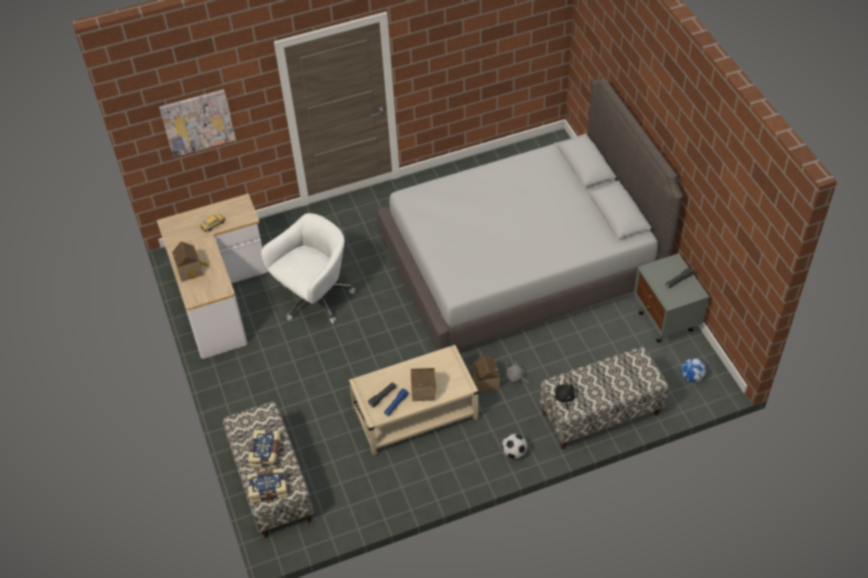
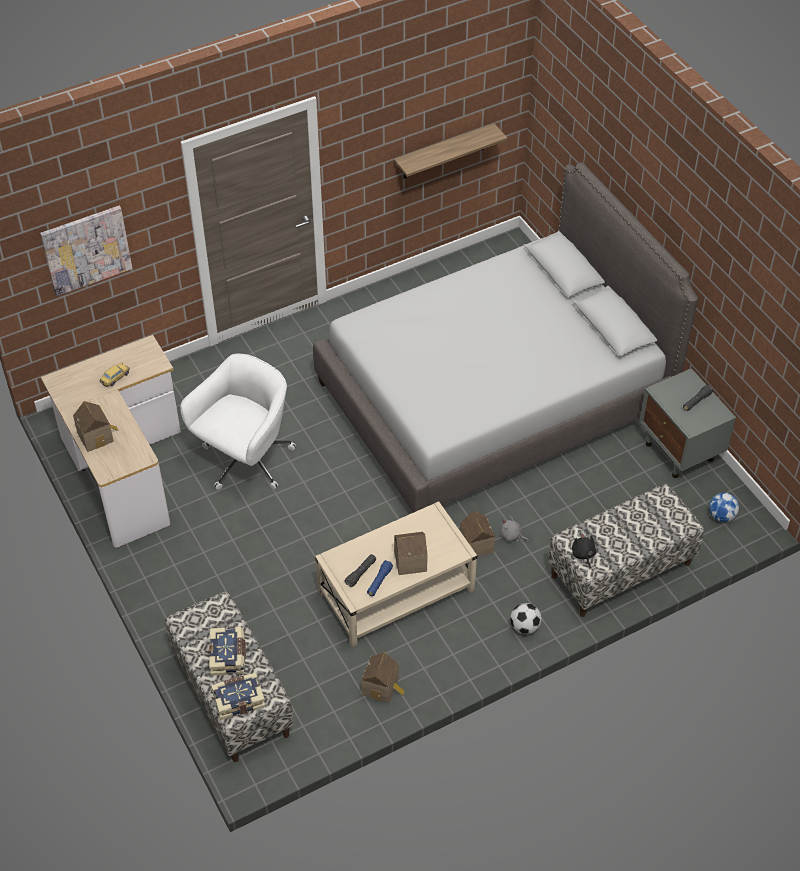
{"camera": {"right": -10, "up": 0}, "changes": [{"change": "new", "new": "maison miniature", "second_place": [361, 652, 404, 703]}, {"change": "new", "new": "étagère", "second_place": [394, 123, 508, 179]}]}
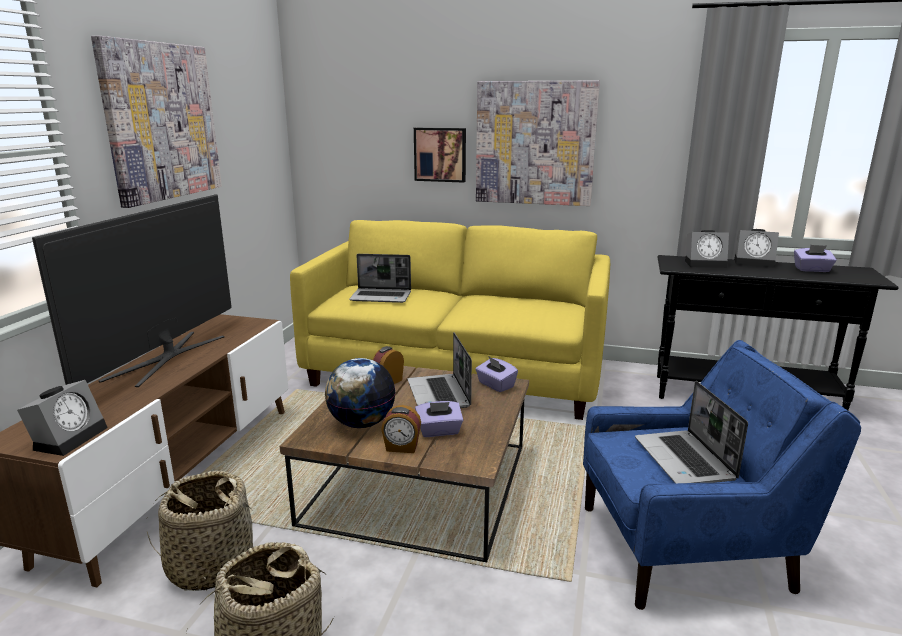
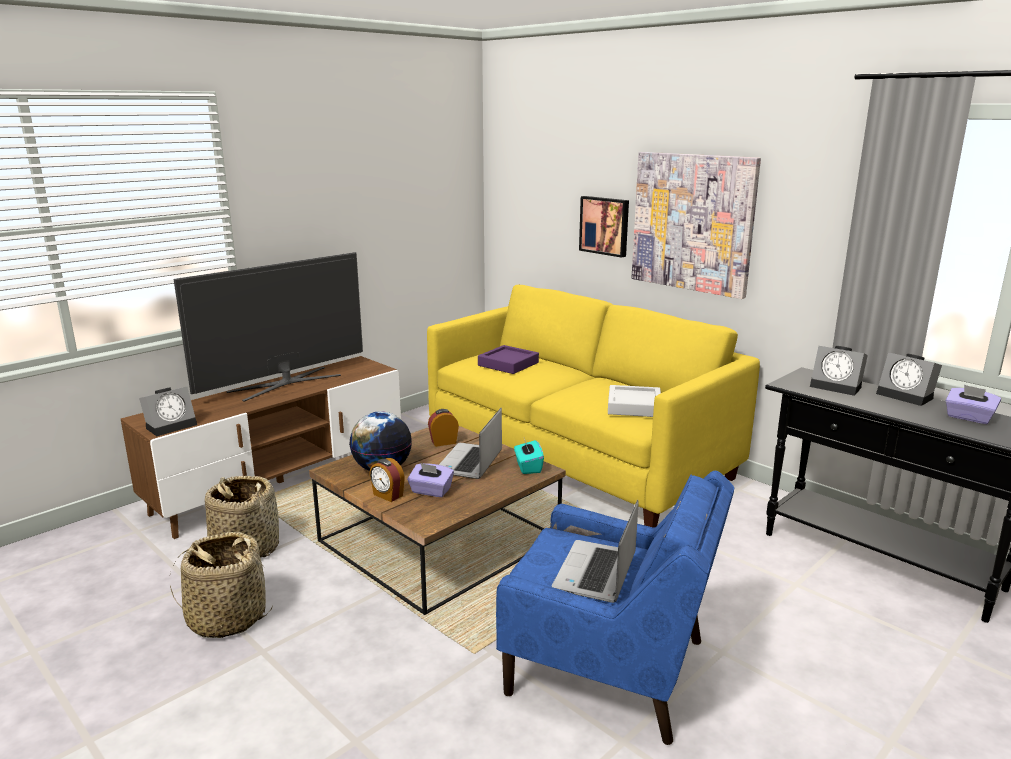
{"camera": {"right": 30, "up": 0}, "changes": [{"change": "gone", "old": "tableau", "first_place": [91, 36, 222, 208]}, {"change": "new", "new": "plateau/gris", "second_place": [608, 385, 661, 417]}, {"change": "swapped", "old": "ordinateur portable", "new": "plateau/violet", "first_place": [349, 254, 411, 303], "second_place": [478, 345, 539, 374]}, {"change": "repainted", "old": "boîte à mouchoirs/violet", "new": "boîte à mouchoirs/turquoise", "first_place": [475, 356, 518, 392], "second_place": [514, 439, 544, 474]}]}
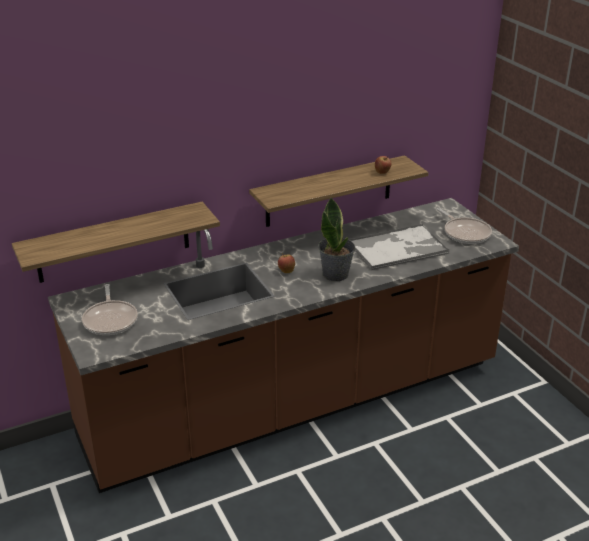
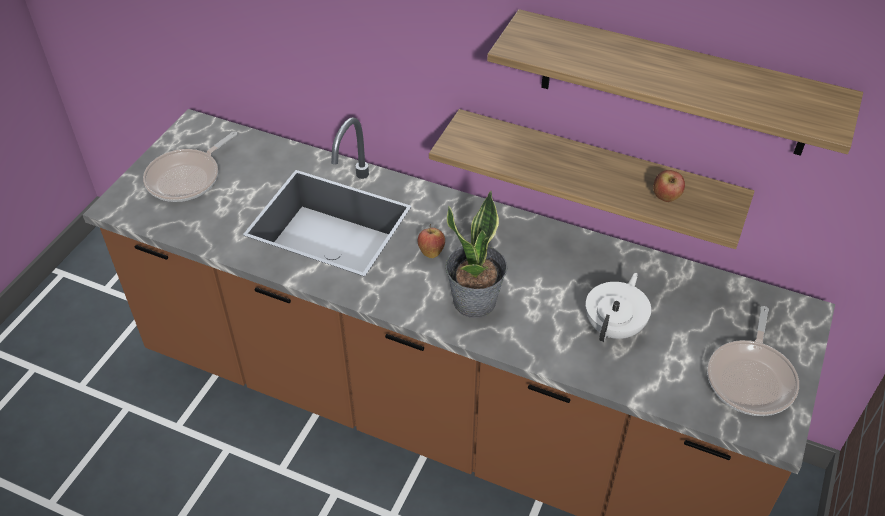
{"camera": {"right": 50, "up": 15}, "changes": [{"change": "shifted", "old": "étagère", "first_place": [12, 202, 220, 283], "second_place": [487, 9, 863, 156]}, {"change": "swapped", "old": "plateau", "new": "théière/blanc", "first_place": [348, 224, 449, 270], "second_place": [586, 273, 651, 342]}]}
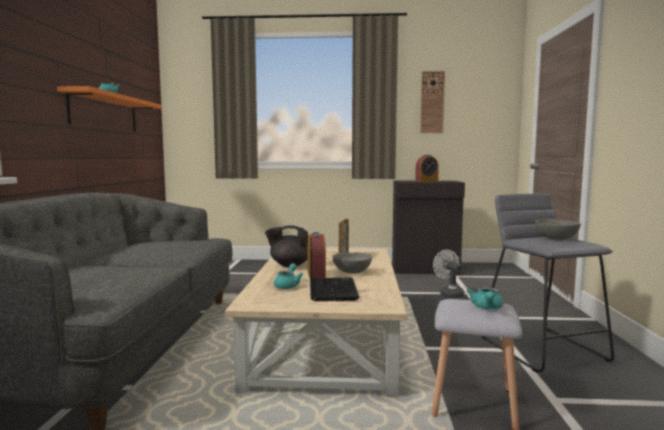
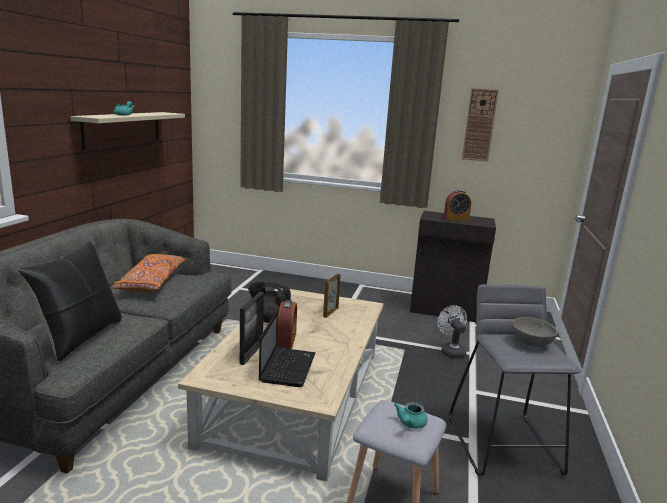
{"camera": {"right": 10, "up": 10}, "changes": [{"change": "gone", "old": "bol/gris", "first_place": [333, 252, 372, 274]}, {"change": "new", "new": "coussin/noir", "second_place": [18, 241, 122, 362]}, {"change": "new", "new": "coussin/orange", "second_place": [112, 254, 186, 292]}, {"change": "swapped", "old": "théière/turquoise", "new": "cadre photo", "first_place": [274, 263, 303, 289], "second_place": [240, 292, 264, 365]}, {"change": "repainted", "old": "étagère/orange", "new": "étagère/beige", "first_place": [57, 86, 162, 131], "second_place": [71, 112, 185, 150]}]}
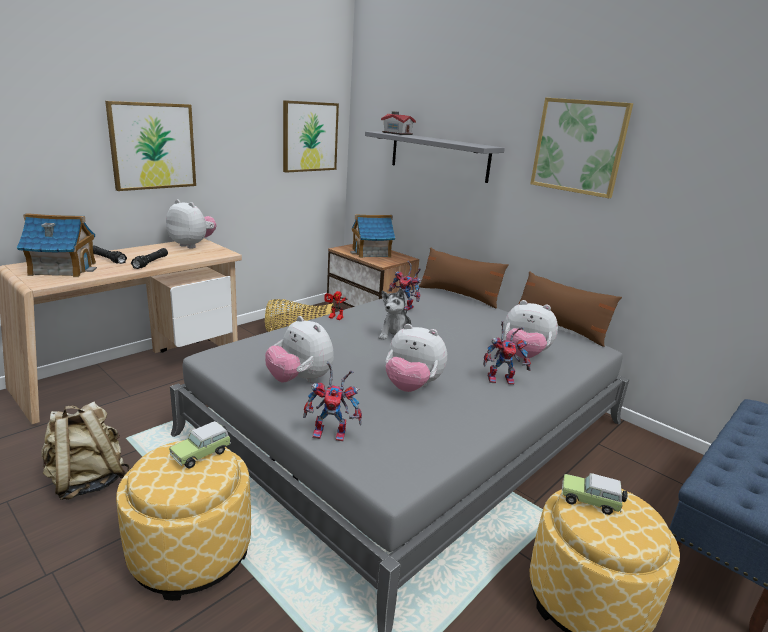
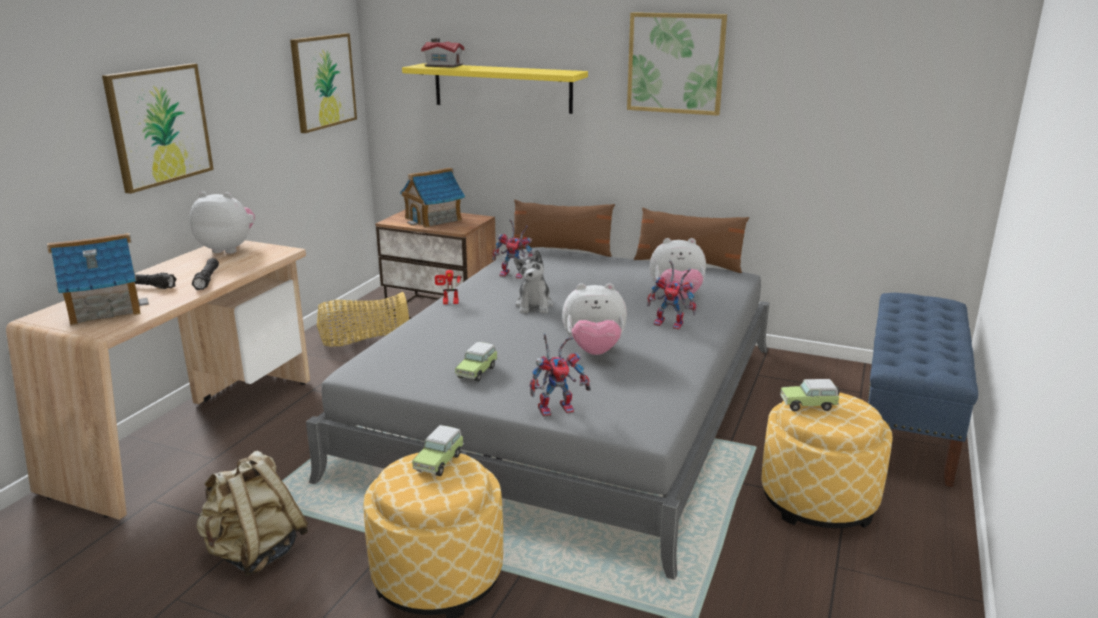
{"camera": {"right": -20, "up": 0}, "changes": [{"change": "swapped", "old": "peluche", "new": "petite voiture", "first_place": [265, 316, 334, 383], "second_place": [455, 342, 498, 382]}, {"change": "repainted", "old": "étagère/gris", "new": "étagère/jaune", "first_place": [365, 131, 505, 183], "second_place": [402, 63, 588, 114]}, {"change": "rotated", "old": "robot jouet", "first_place": [483, 321, 531, 385], "second_place": [647, 260, 697, 330], "degrees": 45}]}
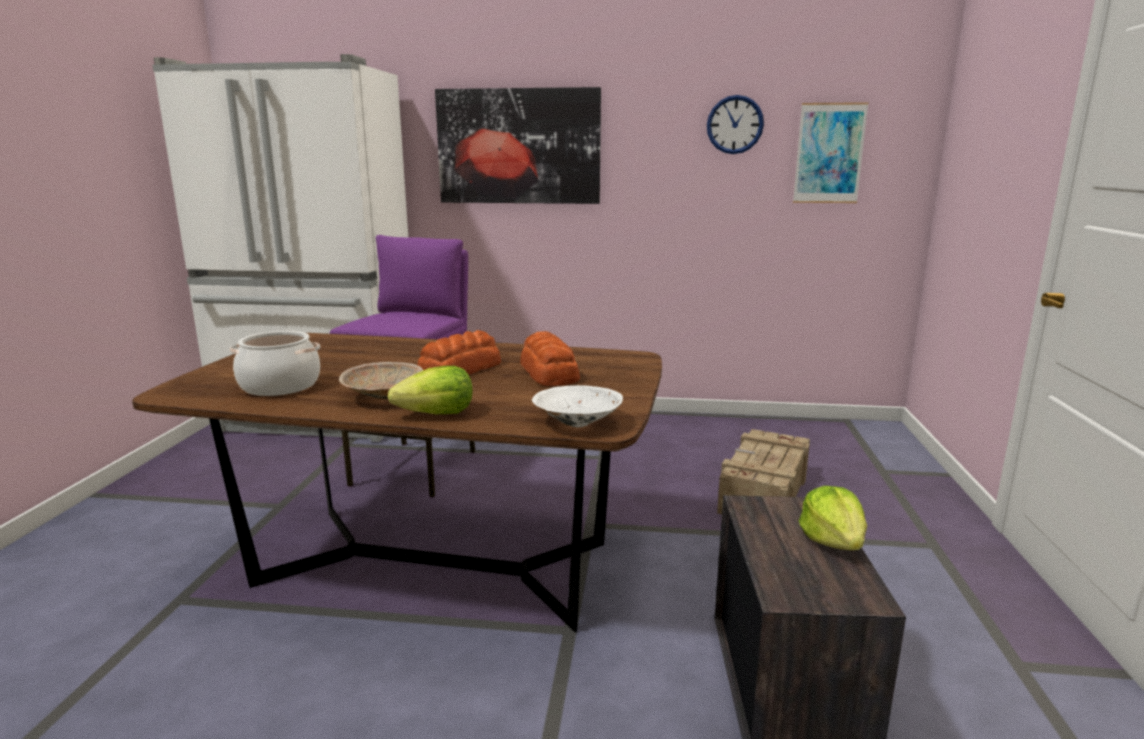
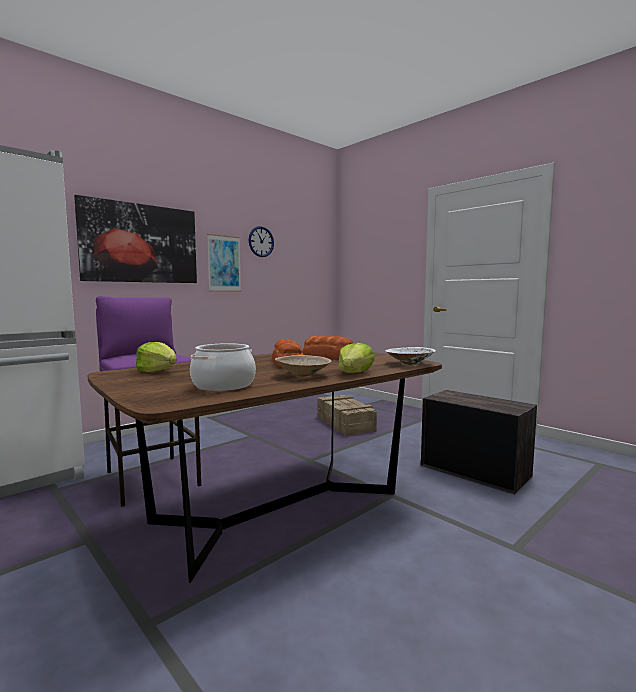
{"camera": {"right": -50, "up": -10}, "changes": [{"change": "shifted", "old": "tableau", "first_place": [793, 102, 869, 203], "second_place": [207, 234, 241, 292]}, {"change": "shifted", "old": "laitue", "first_place": [799, 486, 867, 550], "second_place": [136, 342, 177, 373]}]}
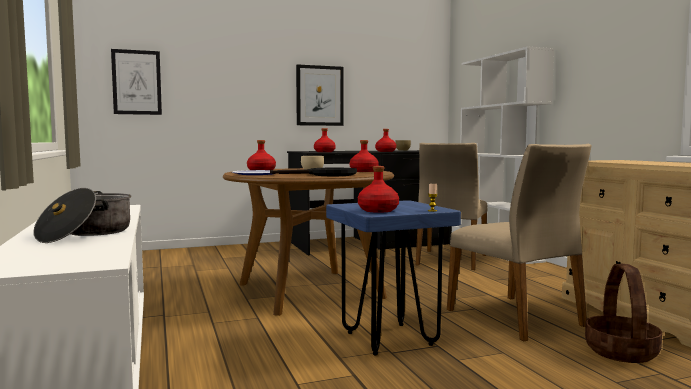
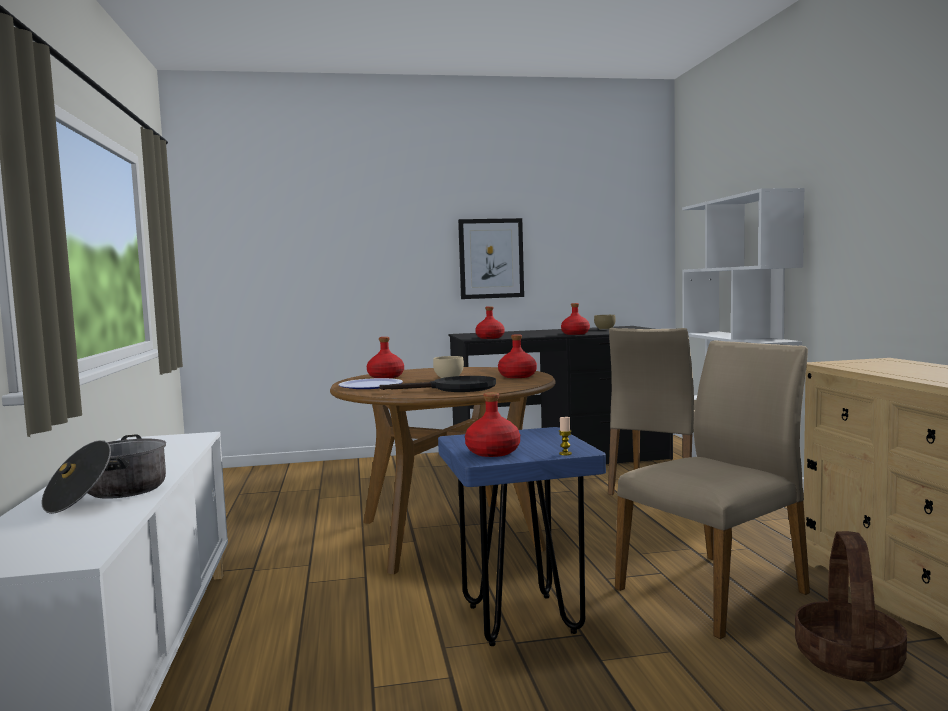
{"camera": {"right": 10, "up": 0}, "changes": [{"change": "gone", "old": "tableau", "first_place": [111, 49, 162, 115]}, {"change": "rotated", "old": "chaise/beige", "first_place": [447, 144, 591, 341], "second_place": [615, 340, 810, 639], "degrees": -105}]}
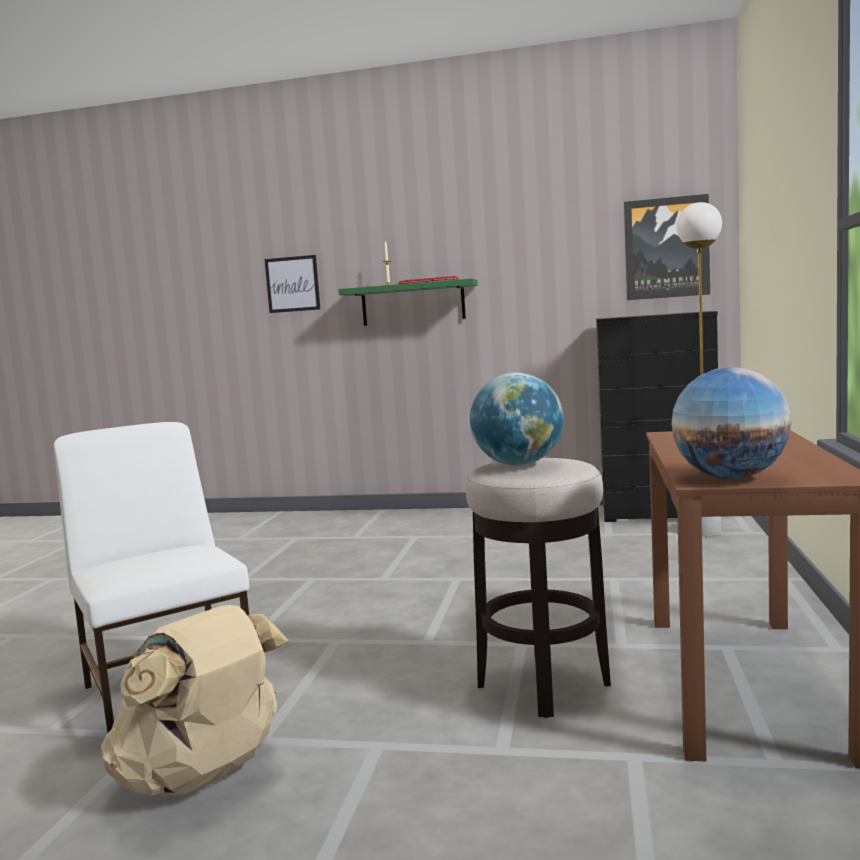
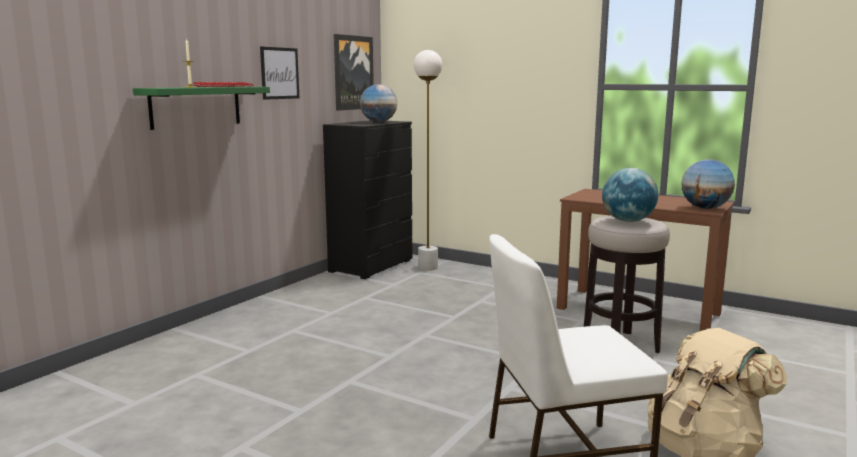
{"camera": {"right": -70, "up": 5}, "changes": [{"change": "new", "new": "globe", "second_place": [360, 84, 397, 122]}, {"change": "shifted", "old": "tableau", "first_place": [265, 255, 320, 313], "second_place": [260, 47, 299, 100]}]}
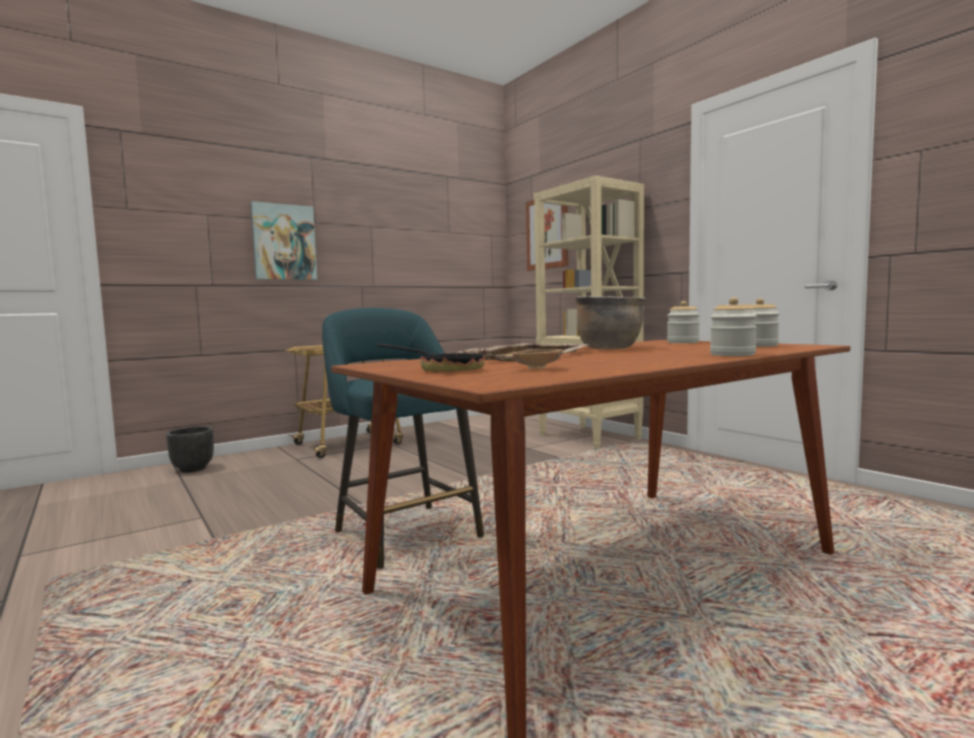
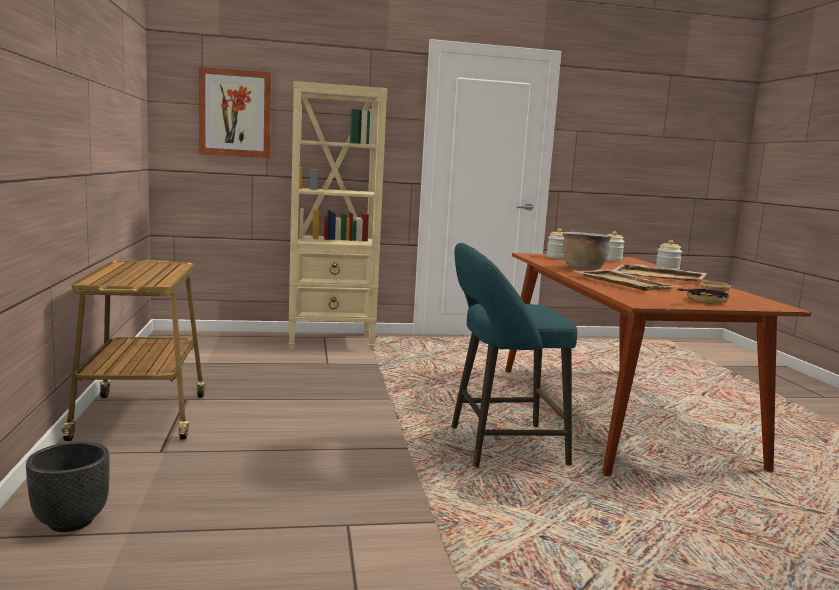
{"camera": {"right": -65, "up": 5}, "changes": [{"change": "gone", "old": "tableau", "first_place": [250, 201, 317, 280]}, {"change": "new", "new": "plateau/beige", "second_place": [613, 263, 707, 282]}]}
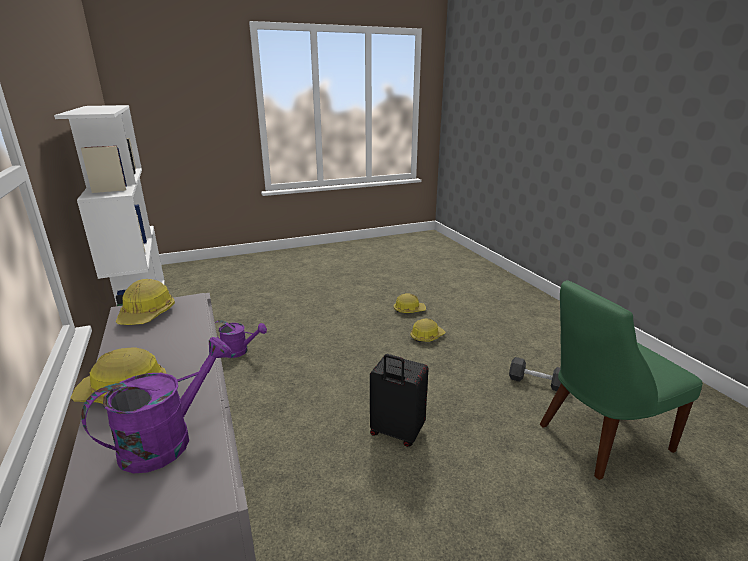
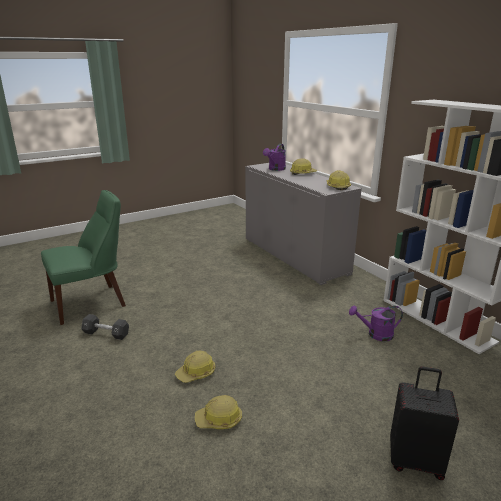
{"camera": {"right": 170, "up": 0}, "changes": [{"change": "shifted", "old": "valise/noir", "first_place": [370, 354, 429, 447], "second_place": [390, 366, 459, 480]}]}
